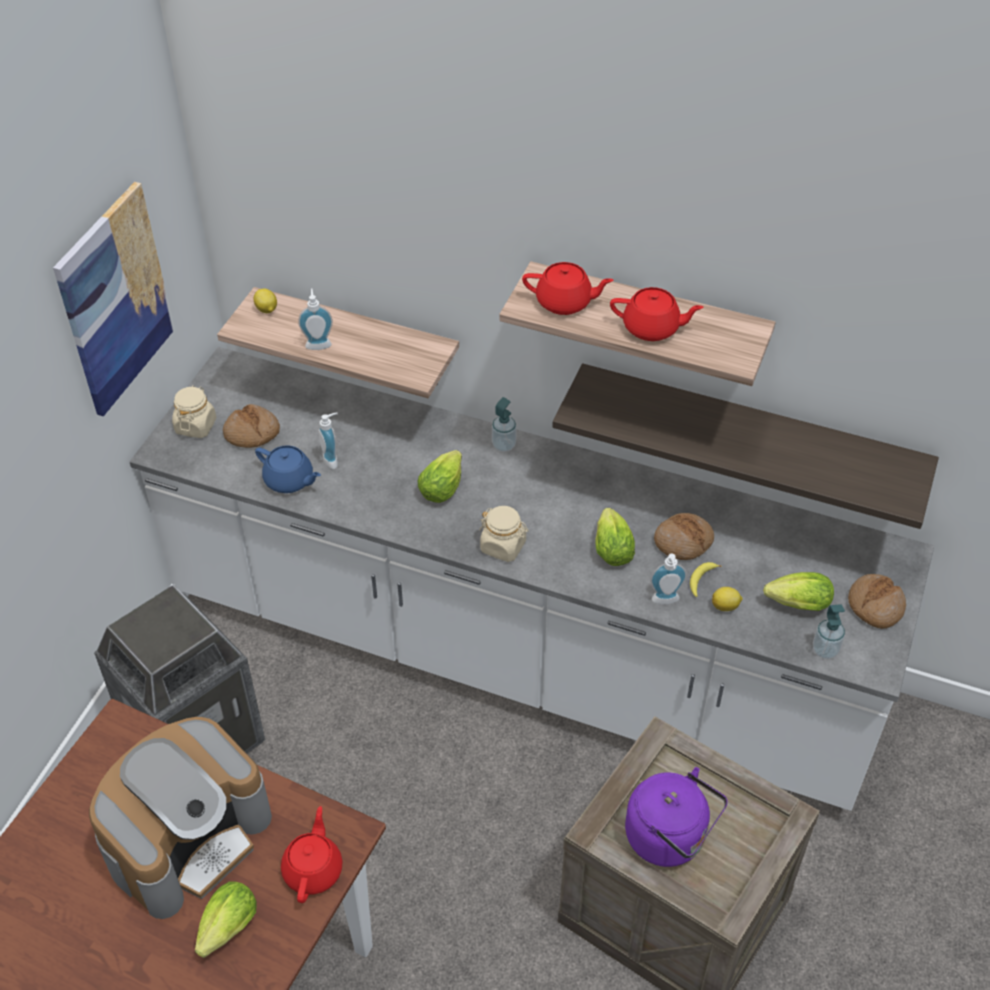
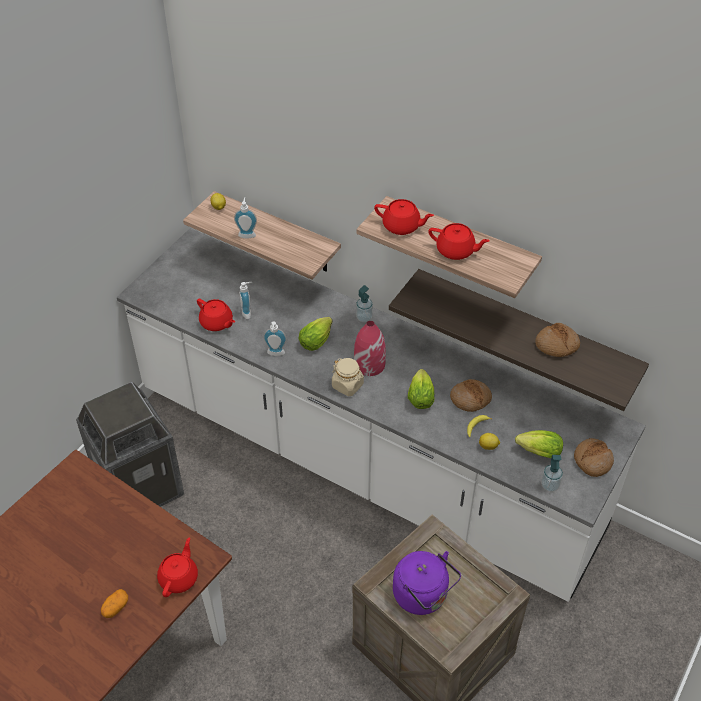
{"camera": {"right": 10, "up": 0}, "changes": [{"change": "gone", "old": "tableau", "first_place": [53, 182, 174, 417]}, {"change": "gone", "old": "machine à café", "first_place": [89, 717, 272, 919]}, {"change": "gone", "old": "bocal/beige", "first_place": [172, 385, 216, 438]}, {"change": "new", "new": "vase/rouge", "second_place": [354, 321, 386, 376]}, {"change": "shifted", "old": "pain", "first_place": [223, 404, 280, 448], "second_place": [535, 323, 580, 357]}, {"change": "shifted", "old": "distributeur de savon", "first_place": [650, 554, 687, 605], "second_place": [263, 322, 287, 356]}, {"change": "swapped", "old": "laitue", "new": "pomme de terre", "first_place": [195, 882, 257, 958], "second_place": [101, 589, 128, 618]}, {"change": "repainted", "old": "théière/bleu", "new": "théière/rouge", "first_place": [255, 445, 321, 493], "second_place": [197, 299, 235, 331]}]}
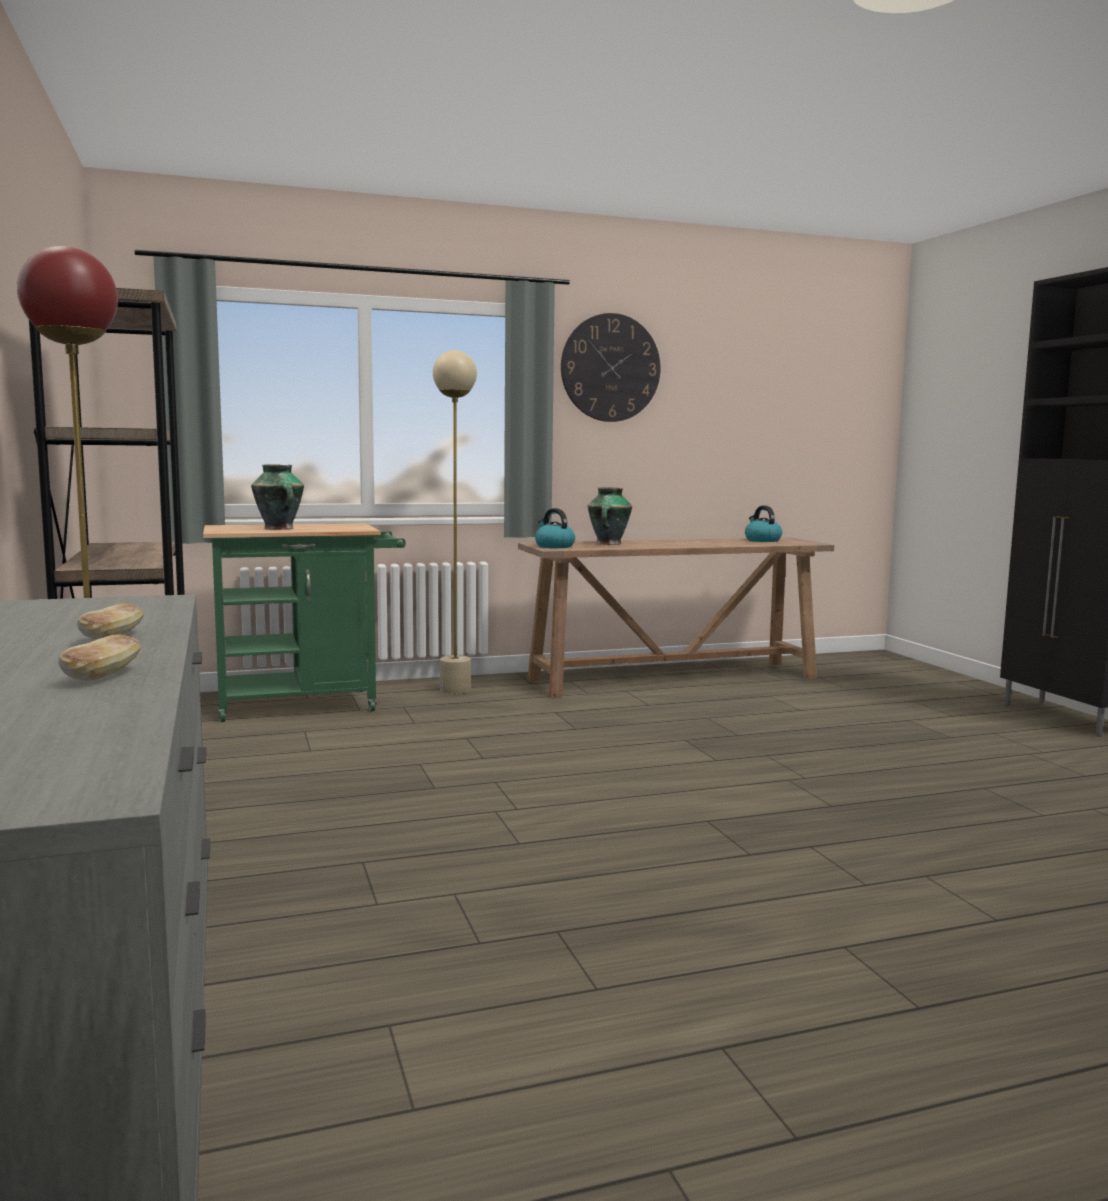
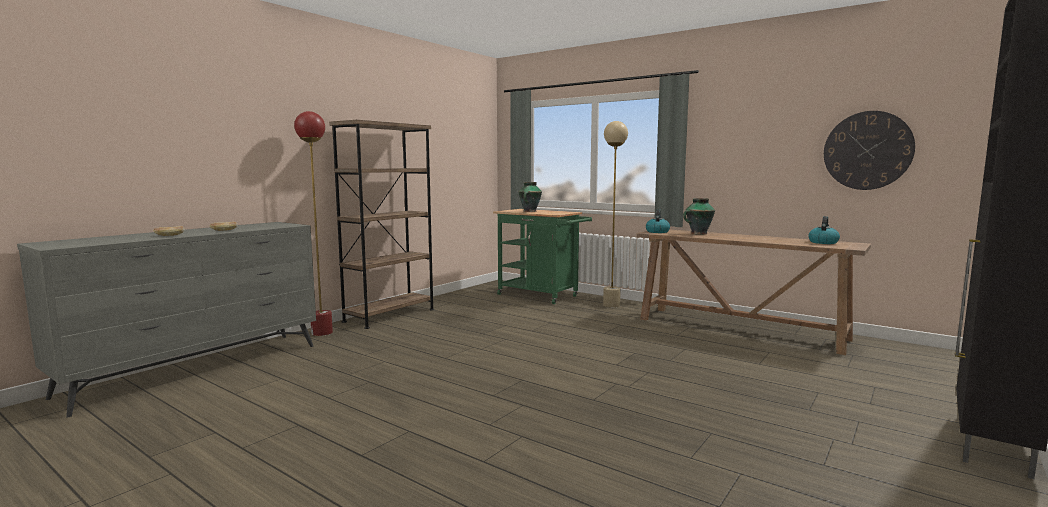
{"camera": {"right": 55, "up": 0}, "changes": [{"change": "shifted", "old": "horloge murale", "first_place": [561, 313, 660, 422], "second_place": [824, 111, 915, 190]}]}
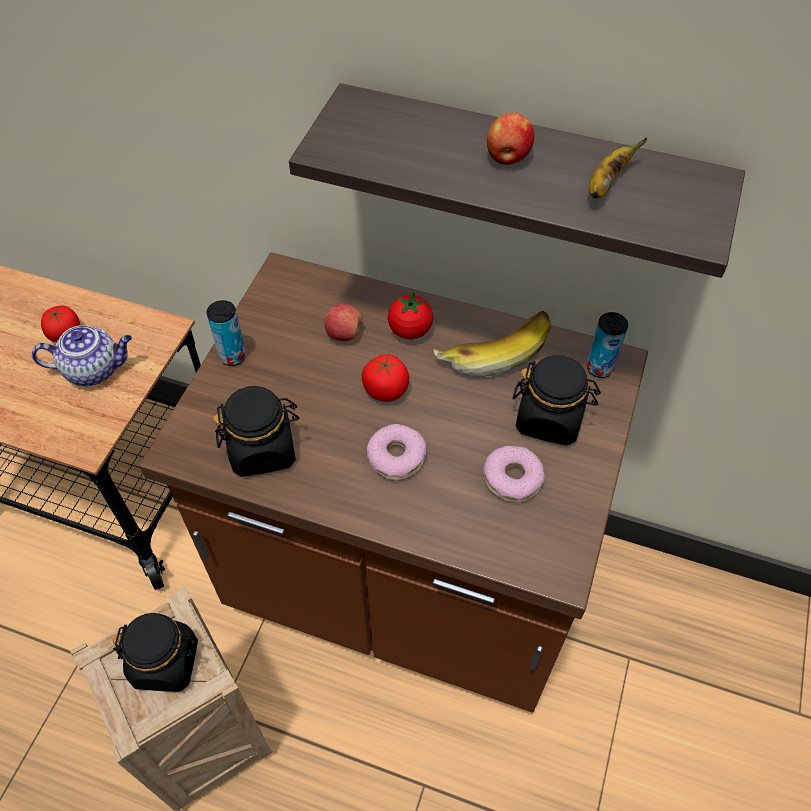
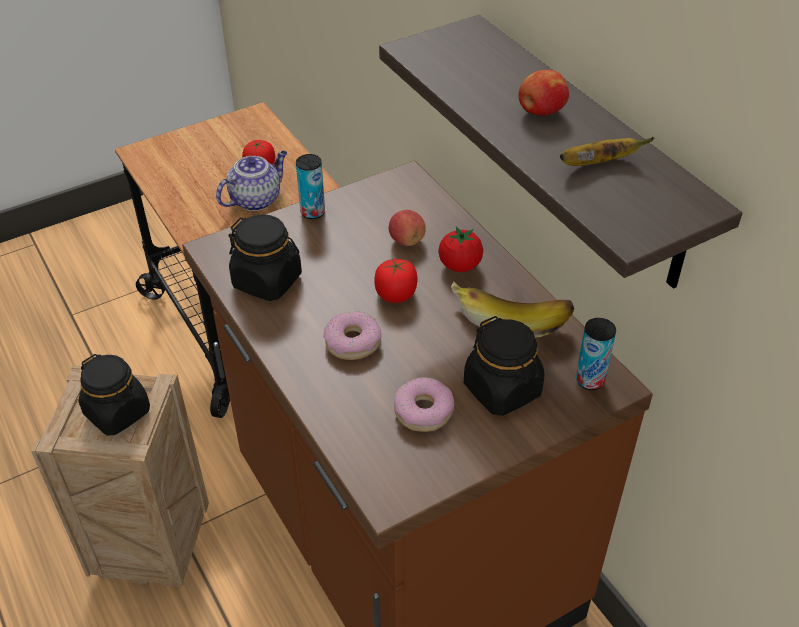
{"camera": {"right": 40, "up": -10}, "changes": [{"change": "rotated", "old": "théière", "first_place": [32, 325, 132, 386], "second_place": [216, 151, 287, 211], "degrees": -75}]}
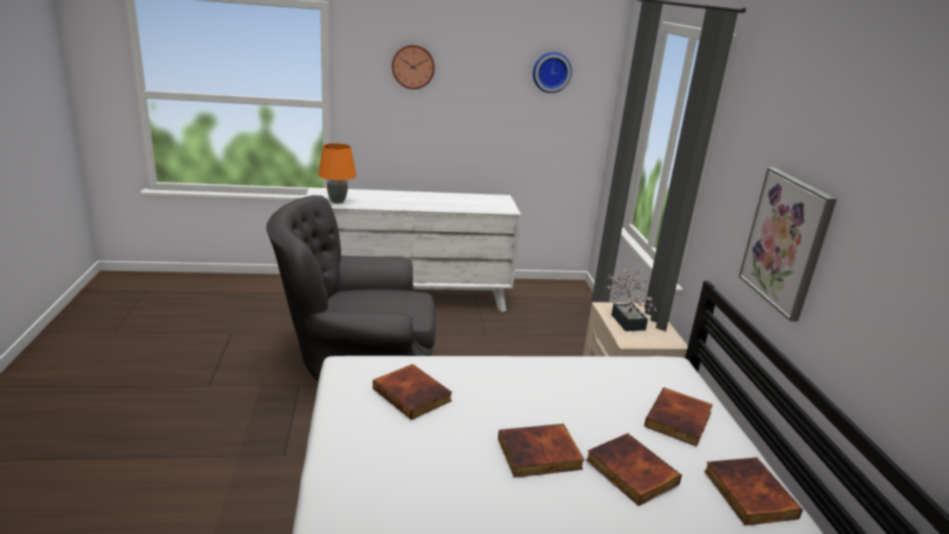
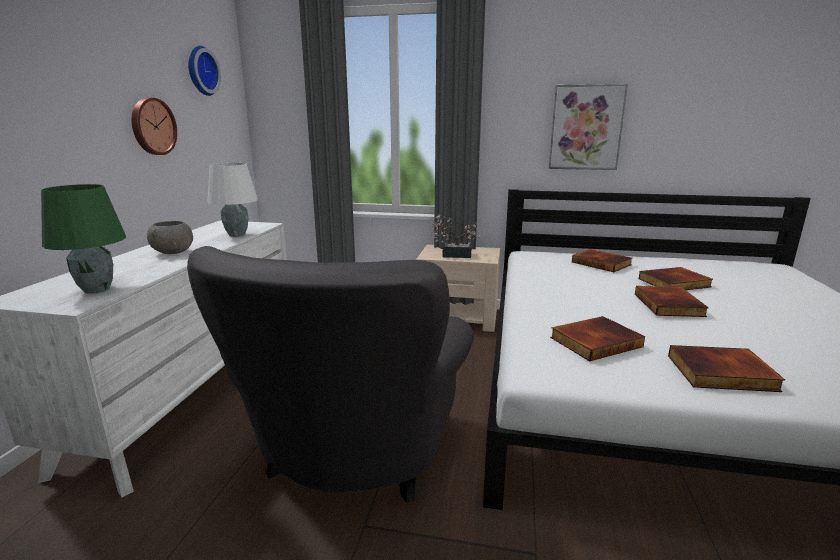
{"camera": {"right": -70, "up": -5}, "changes": [{"change": "new", "new": "bol/gris", "second_place": [147, 221, 193, 254]}, {"change": "new", "new": "lampe de table/blanc", "second_place": [207, 163, 258, 237]}, {"change": "shifted", "old": "horloge murale", "first_place": [392, 45, 435, 89], "second_place": [132, 98, 177, 155]}, {"change": "shifted", "old": "livre", "first_place": [704, 457, 803, 526], "second_place": [668, 345, 785, 392]}, {"change": "repainted", "old": "lampe de table/orange", "new": "lampe de table/vert", "first_place": [318, 143, 357, 203], "second_place": [41, 184, 126, 294]}]}
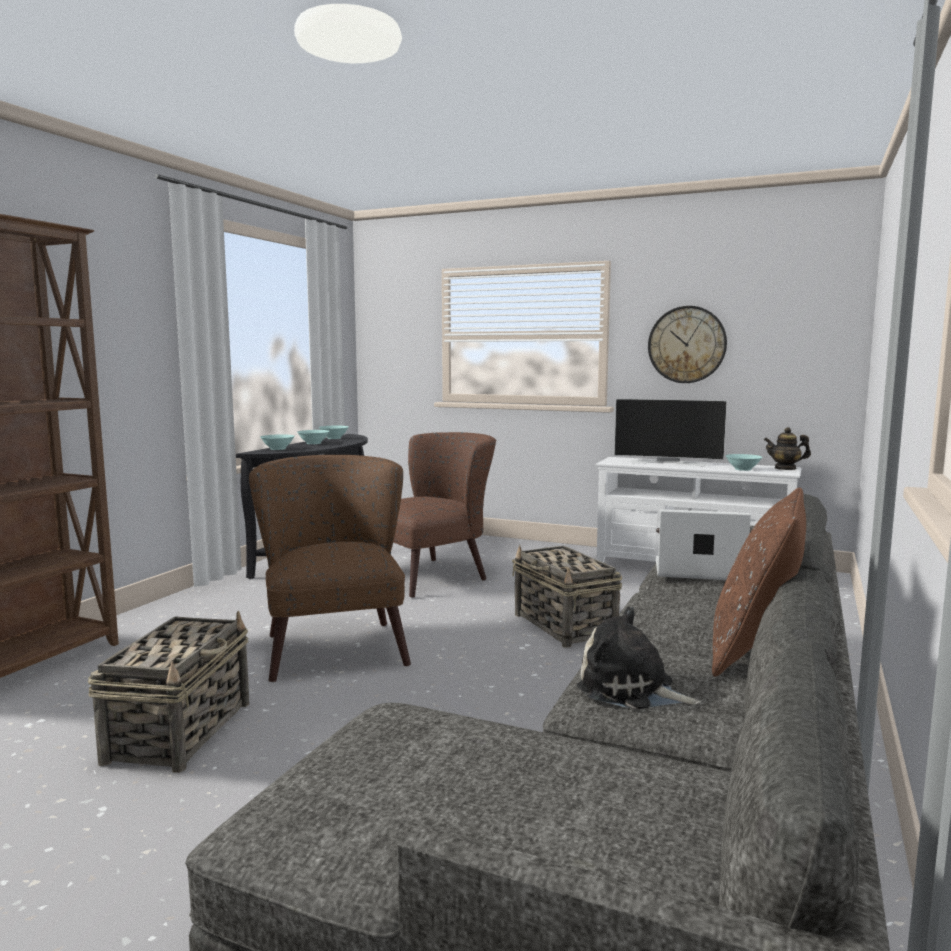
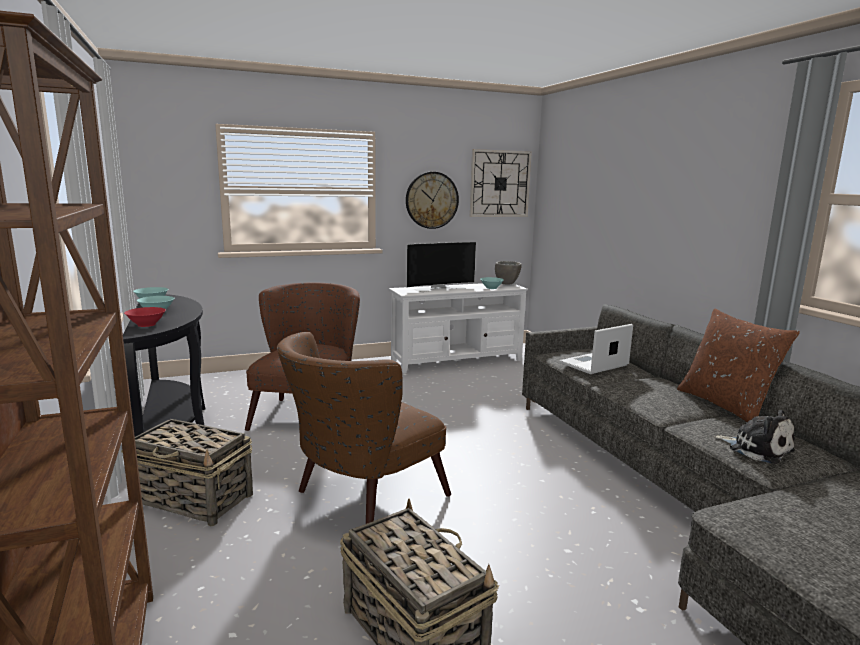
{"camera": {"right": -45, "up": 5}, "changes": [{"change": "new", "new": "horloge murale", "second_place": [470, 149, 532, 217]}, {"change": "shifted", "old": "panier", "first_place": [512, 545, 622, 648], "second_place": [121, 419, 253, 527]}, {"change": "swapped", "old": "théière", "new": "bol/gris", "first_place": [764, 427, 811, 470], "second_place": [495, 261, 522, 284]}, {"change": "repainted", "old": "bol/turquoise", "new": "bol/rouge", "first_place": [260, 434, 295, 450], "second_place": [124, 307, 166, 327]}, {"change": "rotated", "old": "fauteuil/marron", "first_place": [249, 455, 411, 682], "second_place": [277, 332, 451, 524], "degrees": -75}, {"change": "rotated", "old": "peluche", "first_place": [577, 606, 701, 710], "second_place": [714, 410, 795, 464], "degrees": -120}]}
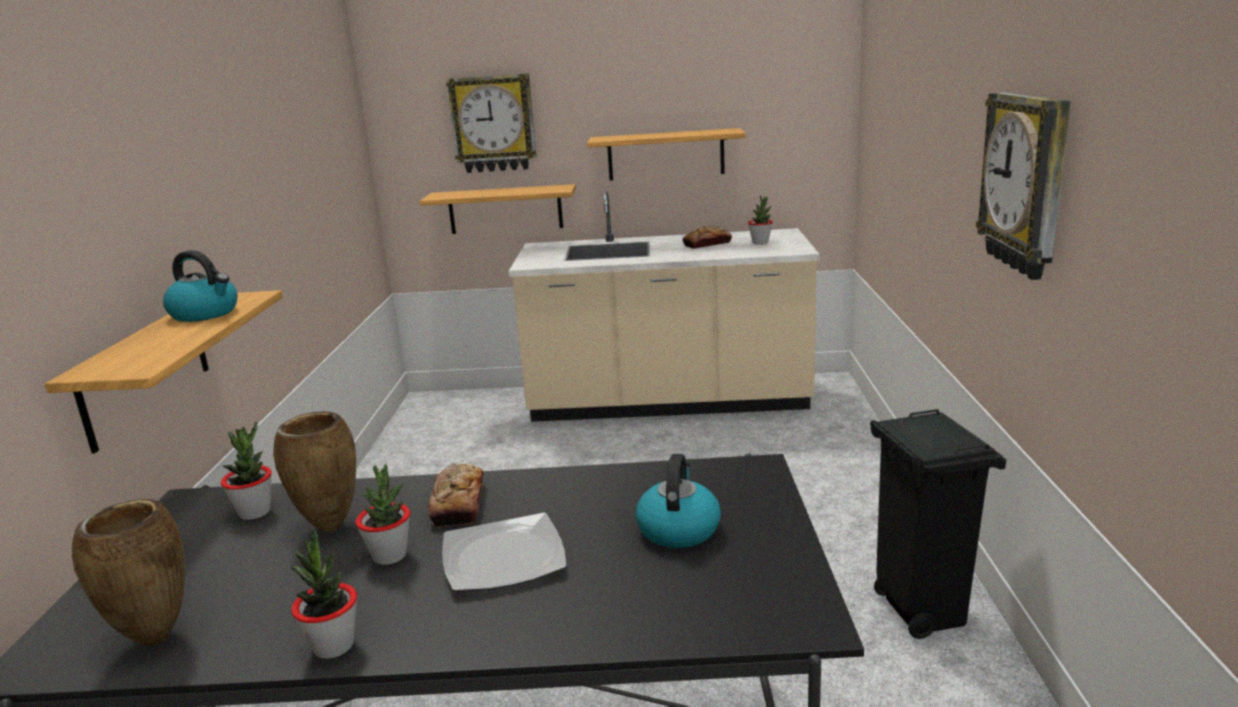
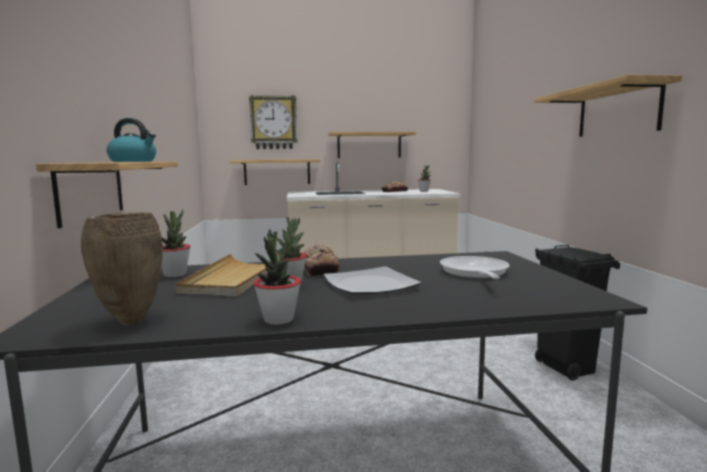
{"camera": {"right": -10, "up": -10}, "changes": [{"change": "swapped", "old": "vase/marron", "new": "plateau/beige", "first_place": [273, 411, 356, 532], "second_place": [175, 254, 268, 296]}, {"change": "swapped", "old": "bouilloire", "new": "poêle", "first_place": [636, 454, 721, 548], "second_place": [440, 256, 509, 279]}, {"change": "swapped", "old": "horloge murale", "new": "étagère", "first_place": [976, 92, 1071, 280], "second_place": [534, 75, 682, 137]}]}
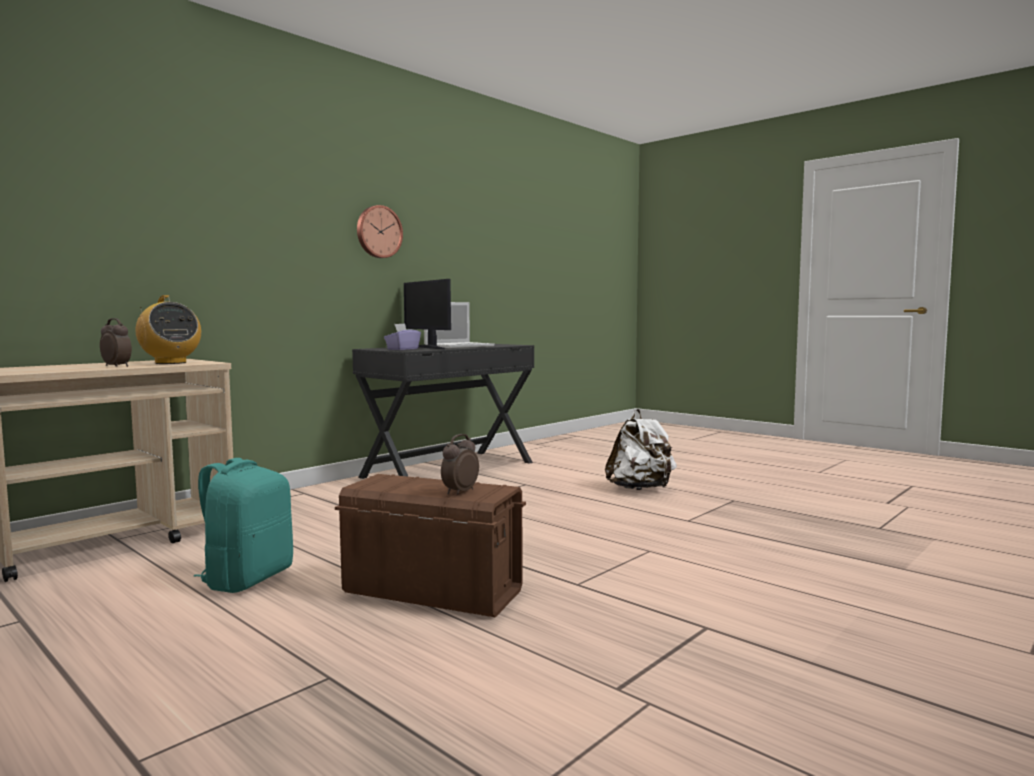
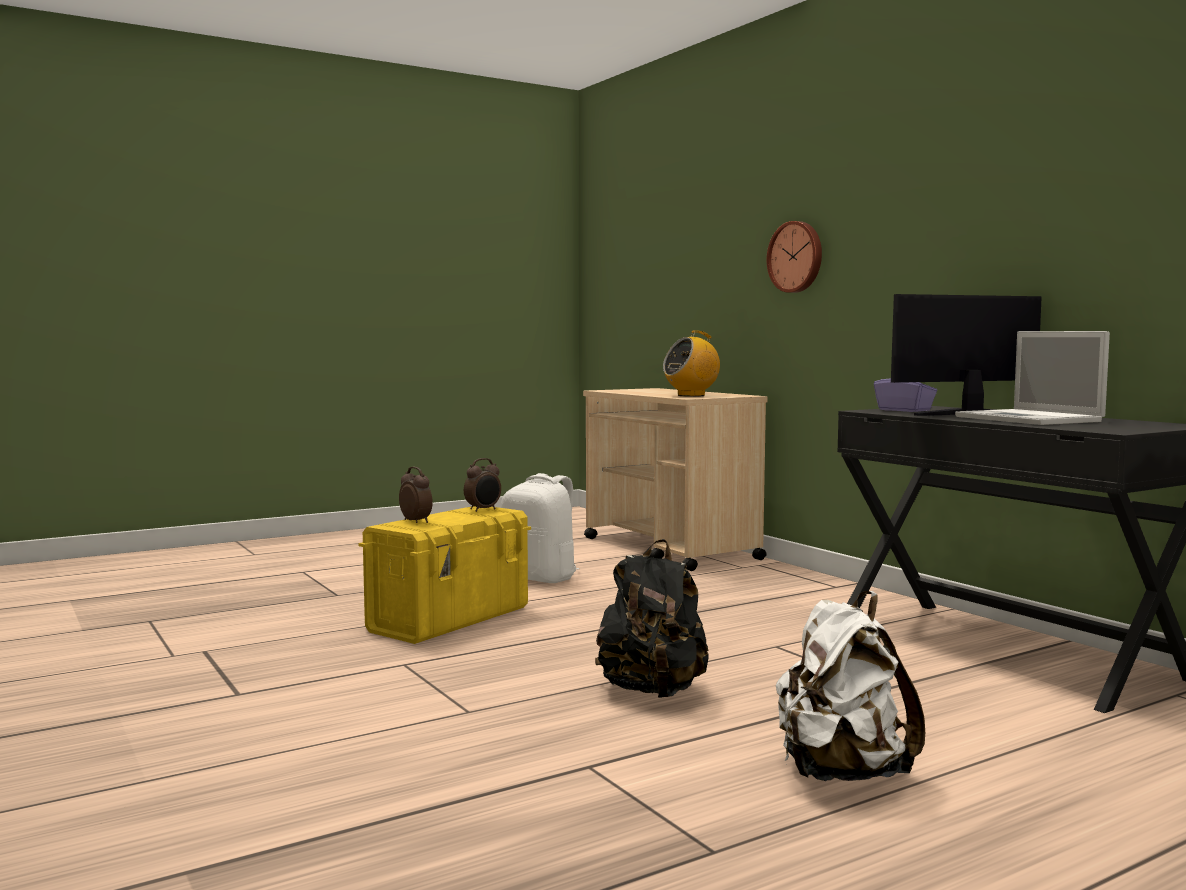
{"camera": {"right": 105, "up": 0}, "changes": [{"change": "new", "new": "sac à dos/noir", "second_place": [595, 539, 709, 698]}, {"change": "shifted", "old": "réveil", "first_place": [100, 318, 132, 367], "second_place": [464, 458, 501, 512]}, {"change": "shifted", "old": "horloge murale", "first_place": [357, 205, 403, 258], "second_place": [767, 221, 822, 293]}, {"change": "repainted", "old": "sac à dos/turquoise", "new": "sac à dos/blanc", "first_place": [194, 458, 293, 593], "second_place": [501, 473, 580, 583]}, {"change": "repainted", "old": "boîte de rangement/marron", "new": "boîte de rangement/jaune", "first_place": [335, 474, 526, 618], "second_place": [358, 506, 531, 644]}]}
